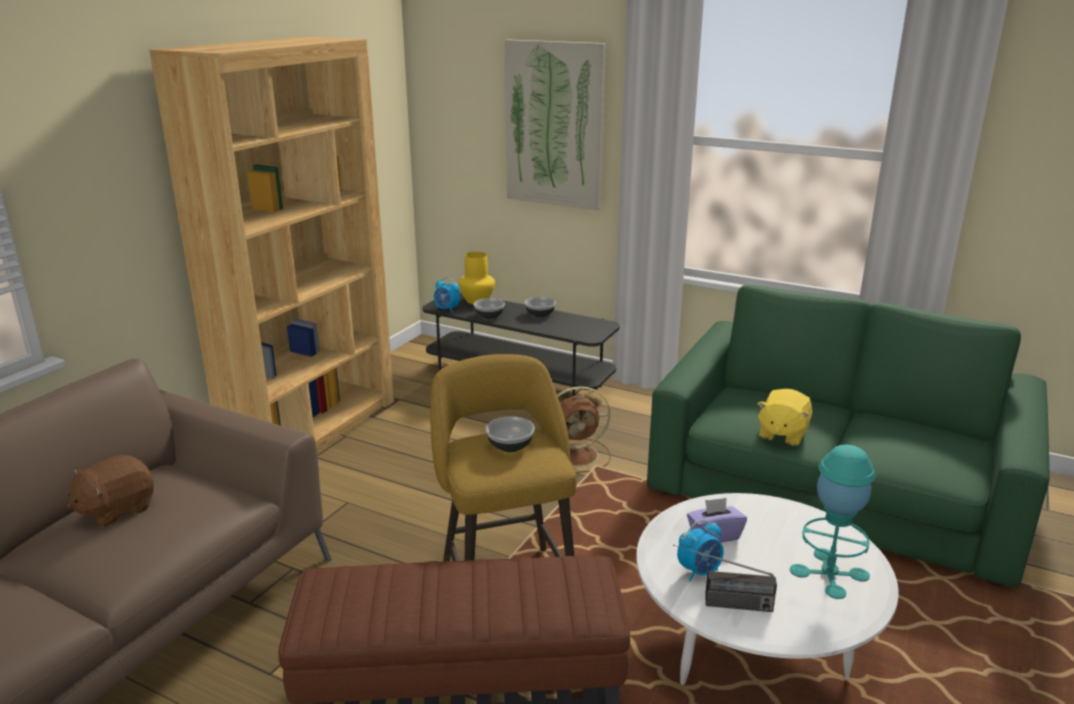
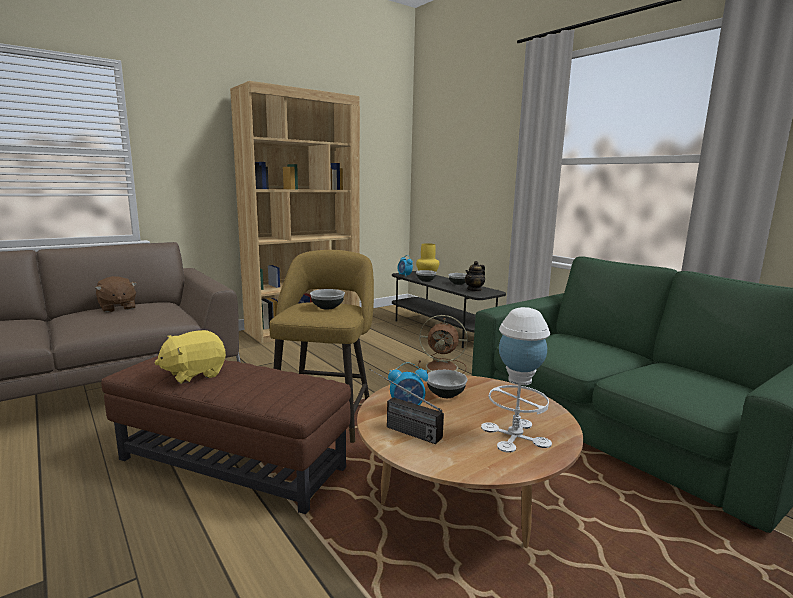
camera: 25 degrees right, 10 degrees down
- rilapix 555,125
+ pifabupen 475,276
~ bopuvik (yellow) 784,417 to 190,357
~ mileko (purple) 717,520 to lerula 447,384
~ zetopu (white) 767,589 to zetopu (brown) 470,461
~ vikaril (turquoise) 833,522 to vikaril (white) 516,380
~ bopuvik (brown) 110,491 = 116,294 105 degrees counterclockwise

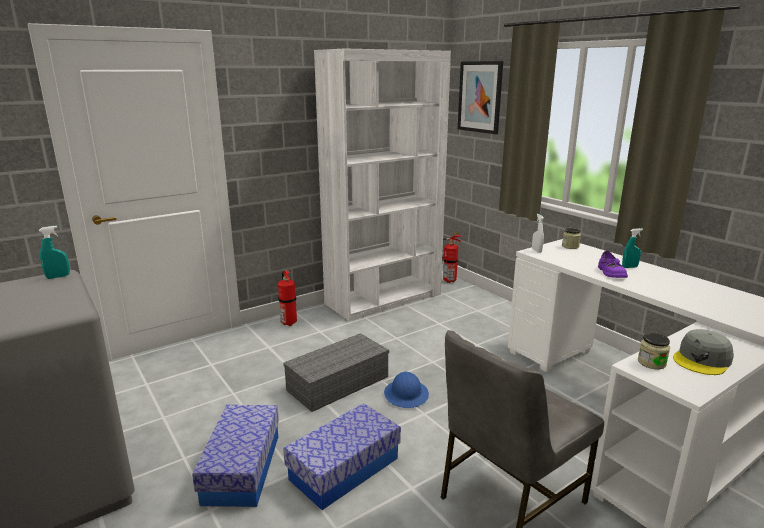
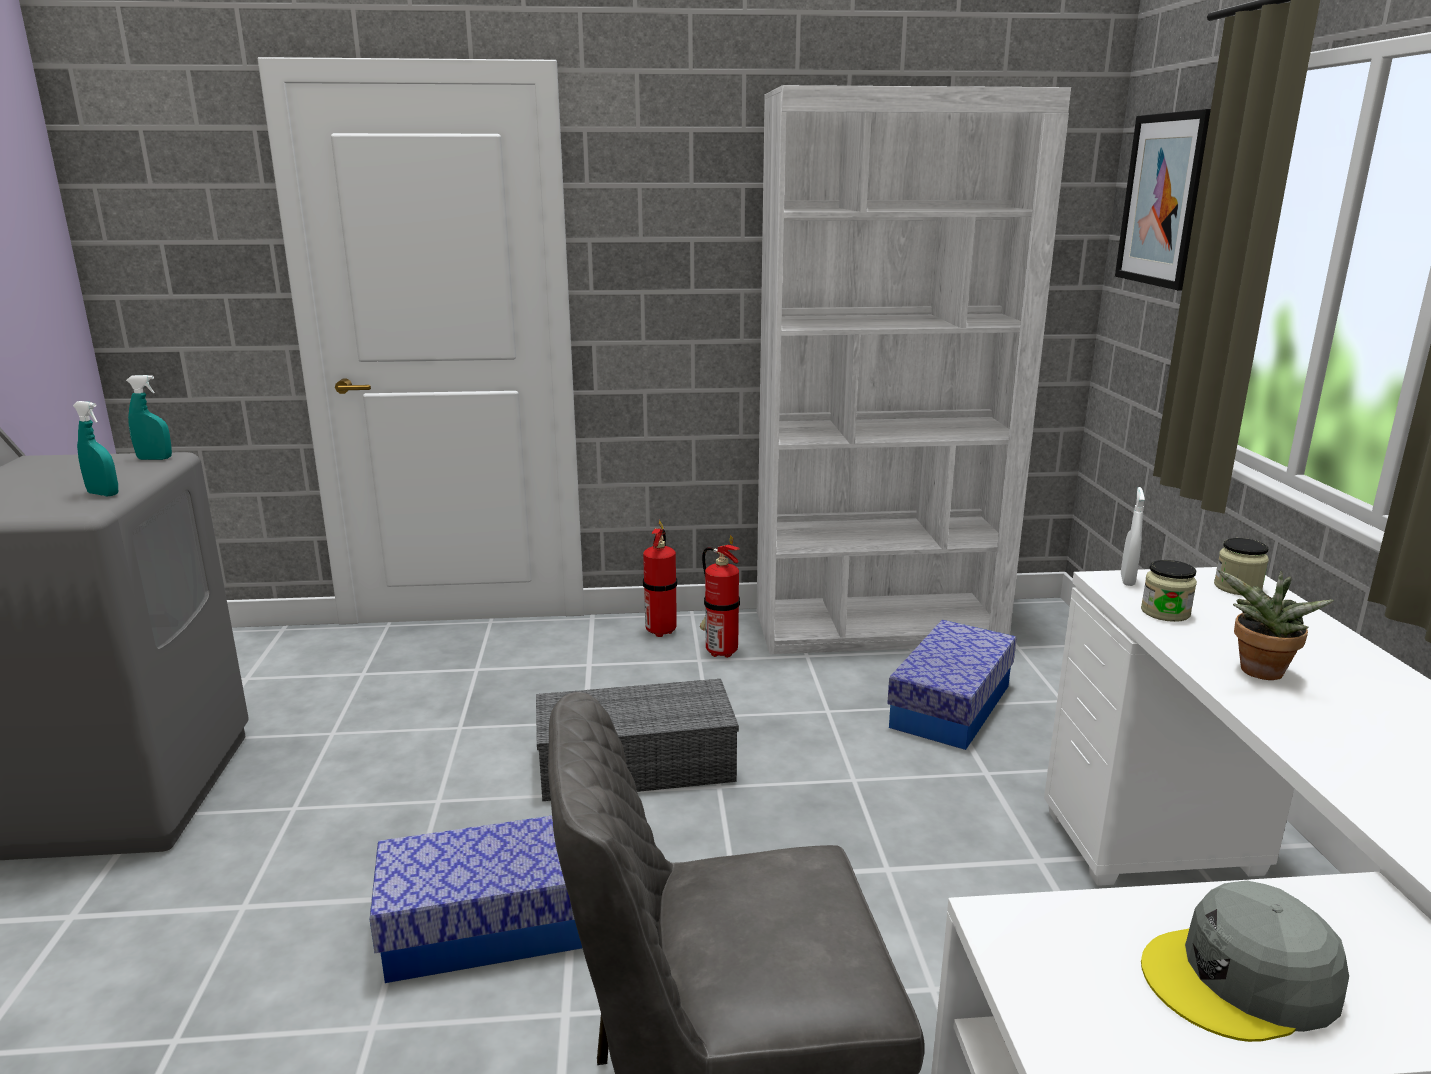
camera: 30 degrees right, 0 degrees up
- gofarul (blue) 406,390
~ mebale 235,456 to 952,685
~ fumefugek 452,257 to 720,596
~ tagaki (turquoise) 632,248 to 95,448
~ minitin 654,351 to 1169,591
~ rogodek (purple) 613,264 to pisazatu 1276,625

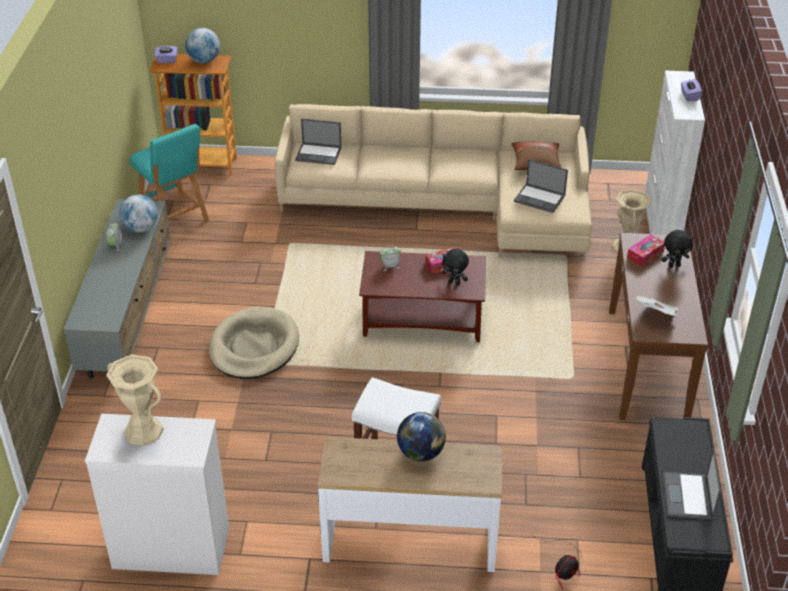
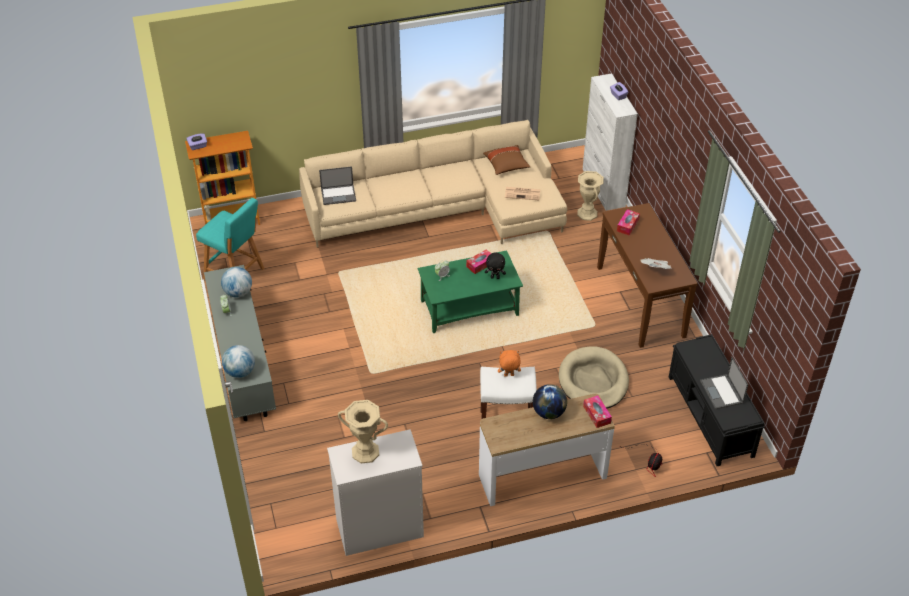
camera: 20 degrees left, 5 degrees up
- bopuvik (black) 678,249
+ bopuvik (orange) 509,363
+ mileko 597,411
~ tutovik 202,45 to 238,361
~ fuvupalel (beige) 254,343 to 594,377
~ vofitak 541,186 to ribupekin 523,193
~ zetopu (brown) 422,296 to zetopu (green) 470,291

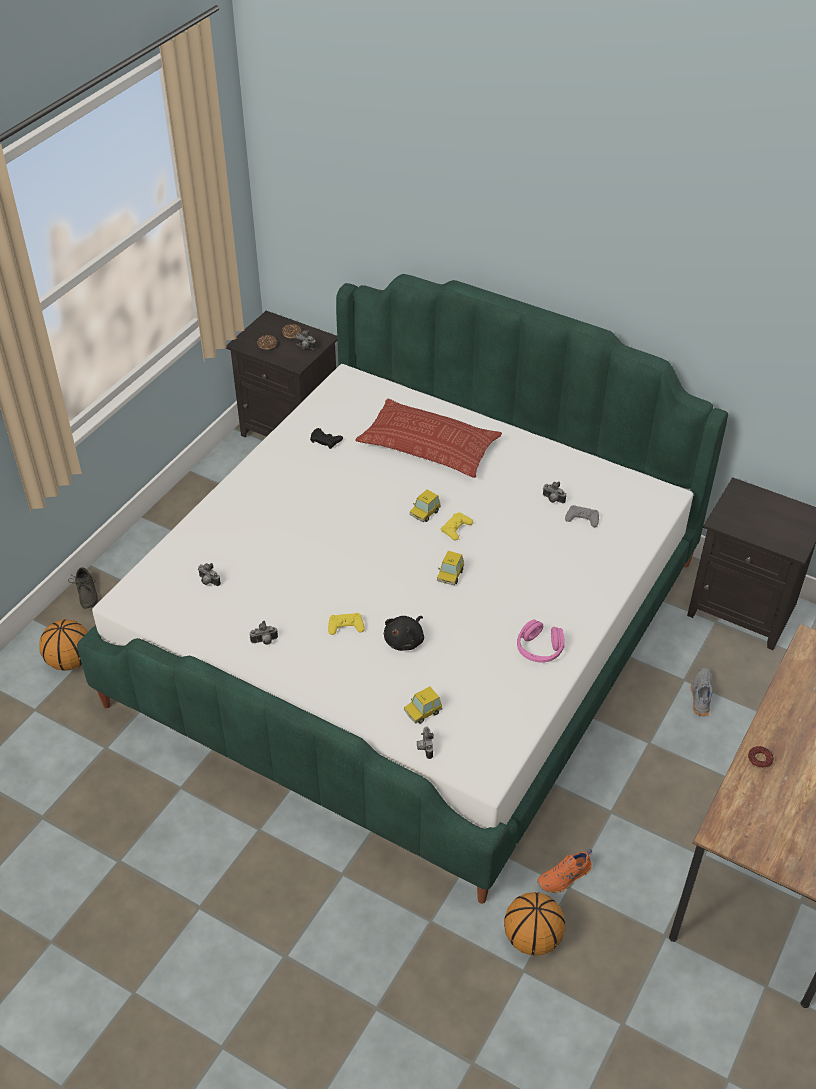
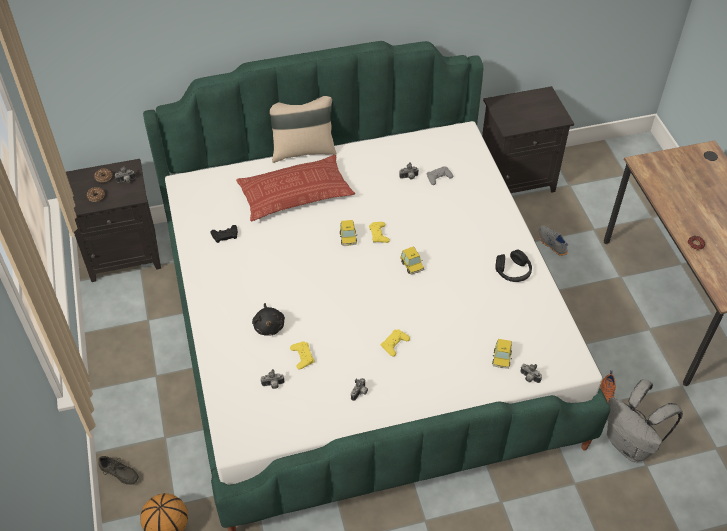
camera: 45 degrees left, 5 degrees up
+ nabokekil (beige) 303,129
+ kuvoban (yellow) 302,355
~ bopuvik (black) 404,633 to 268,319
~ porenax 534,924 to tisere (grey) 645,420
~ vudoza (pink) 541,641 to vudoza (black) 514,266

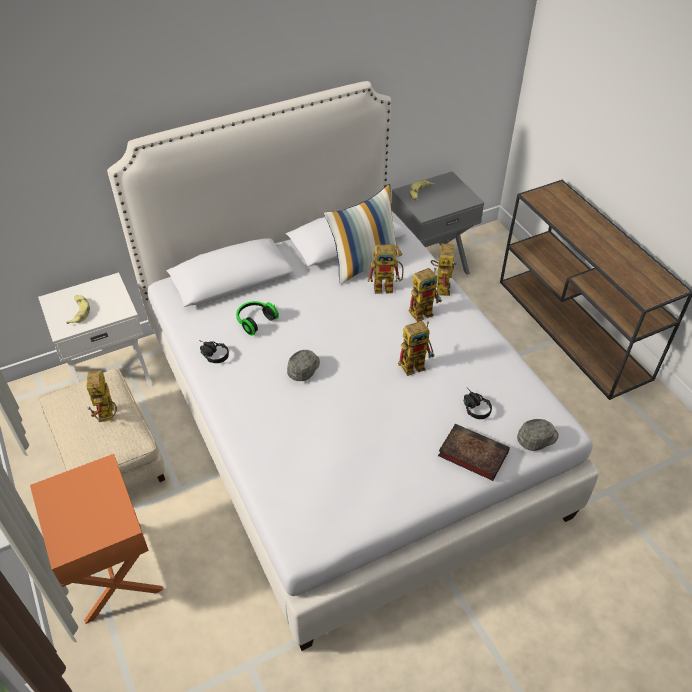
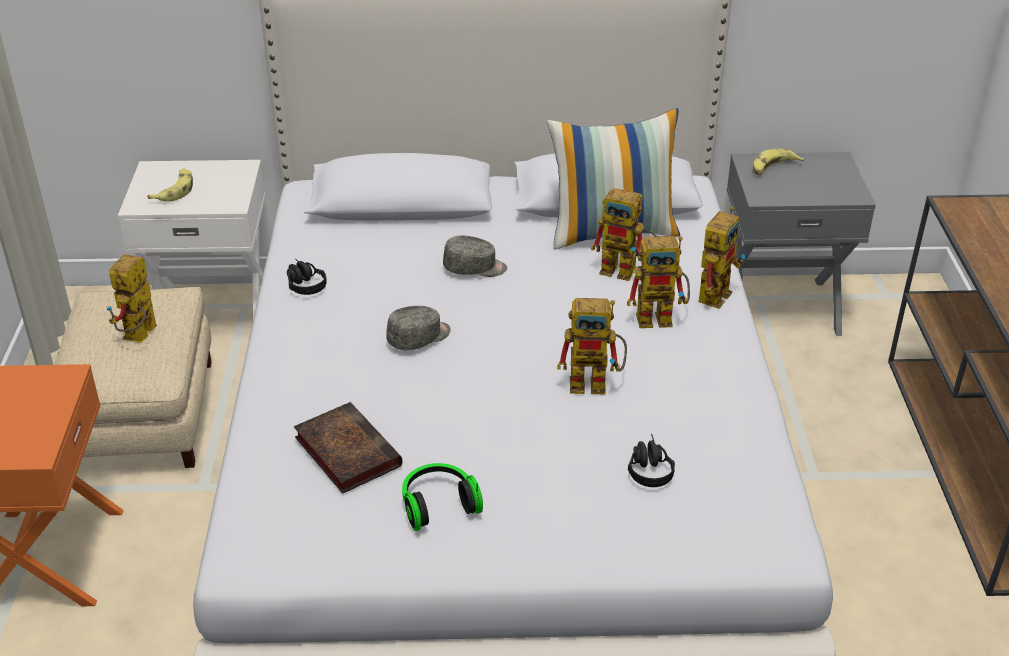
camera: 25 degrees right, 10 degrees down
~ vudoza 257,318 to 442,497
~ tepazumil 474,452 to 348,448
~ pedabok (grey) 538,435 to 475,256

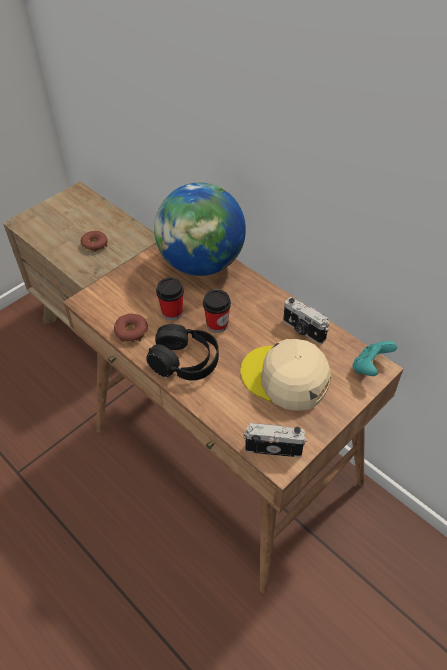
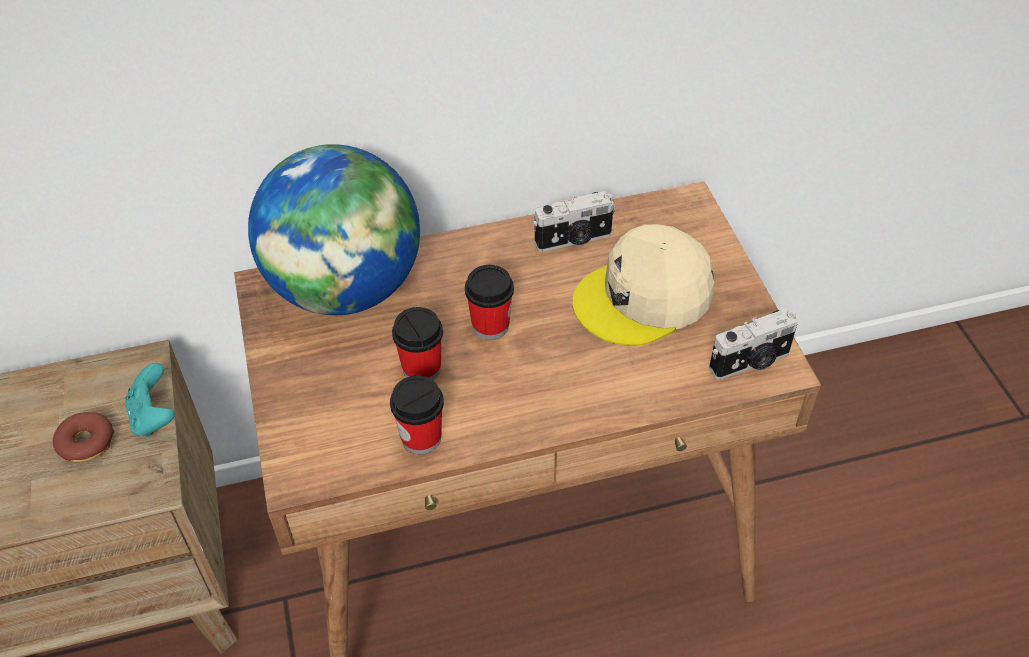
camera: 60 degrees left, 0 degrees up
- vudoza (black) 182,352
~ kuvoban (turquoise) 374,358 to 150,400
~ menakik 131,328 to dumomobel 417,415
~ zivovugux 275,440 = 753,344 150 degrees counterclockwise

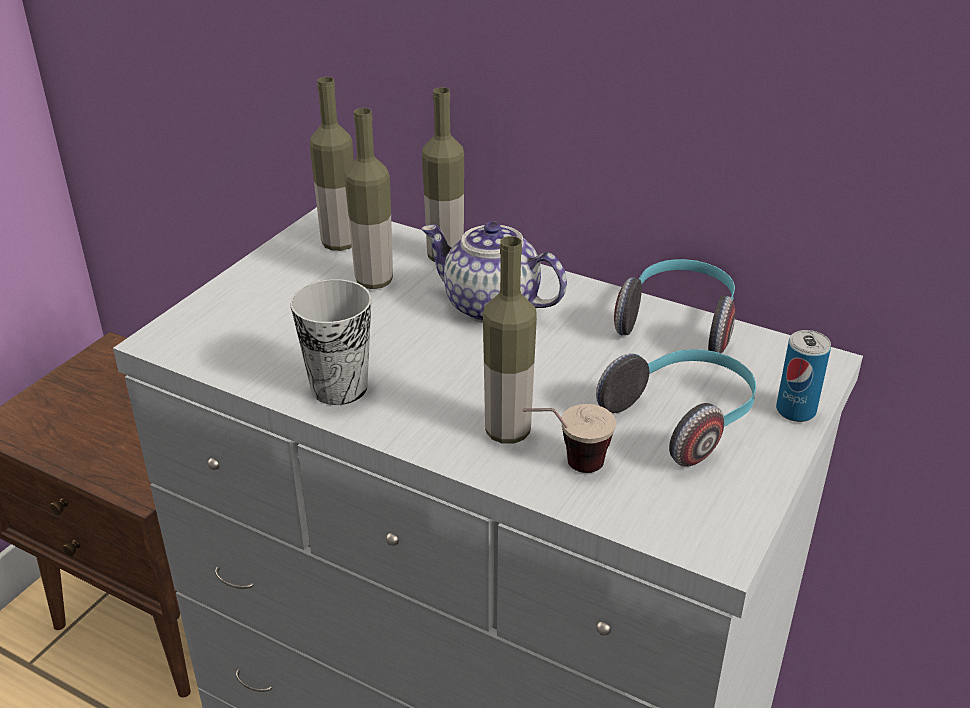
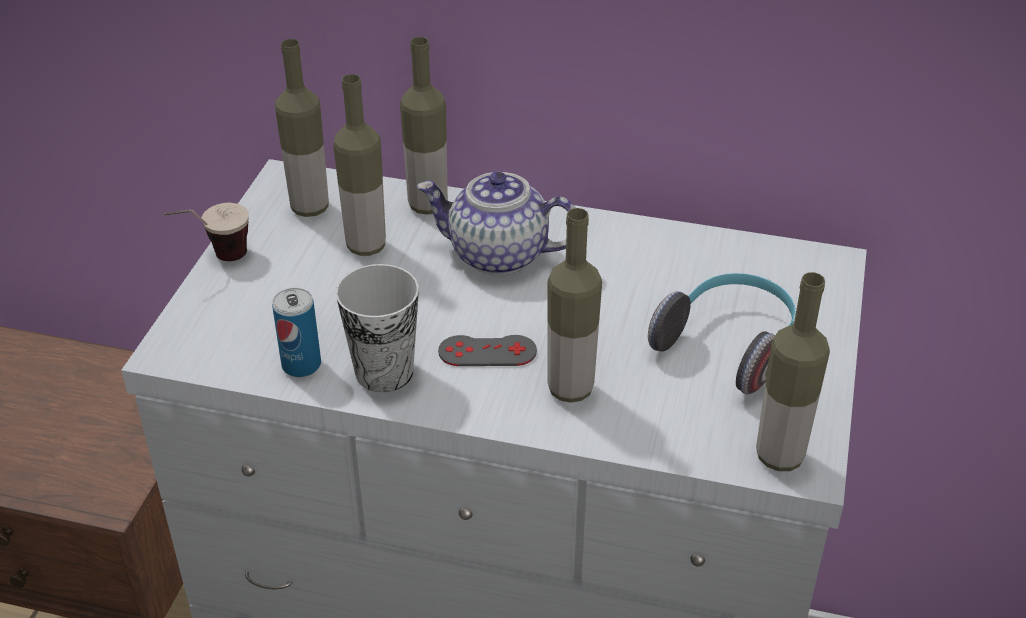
camera: 15 degrees left, 5 degrees up
- vudoza 674,306
+ kuvoban (grey) 487,350
+ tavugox 793,371
~ dumomobel 569,438 to 206,232
~ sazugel 803,376 to 296,332

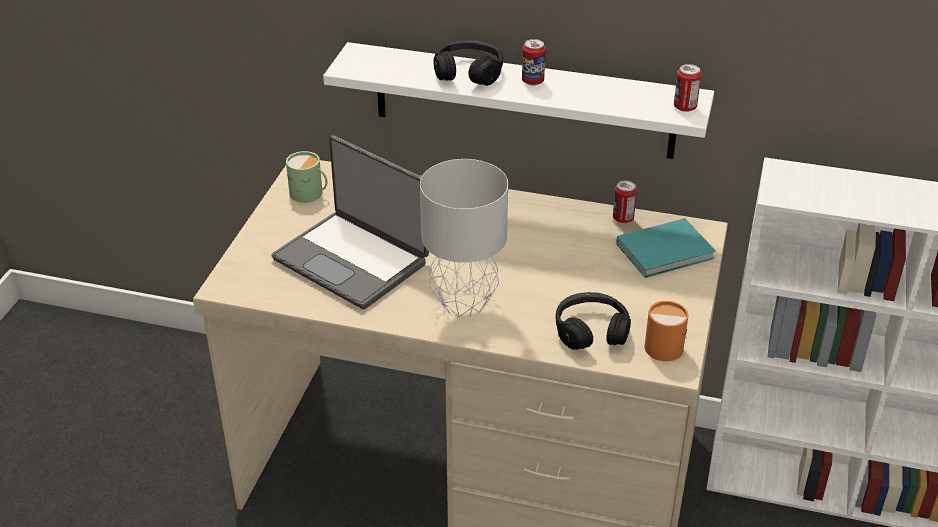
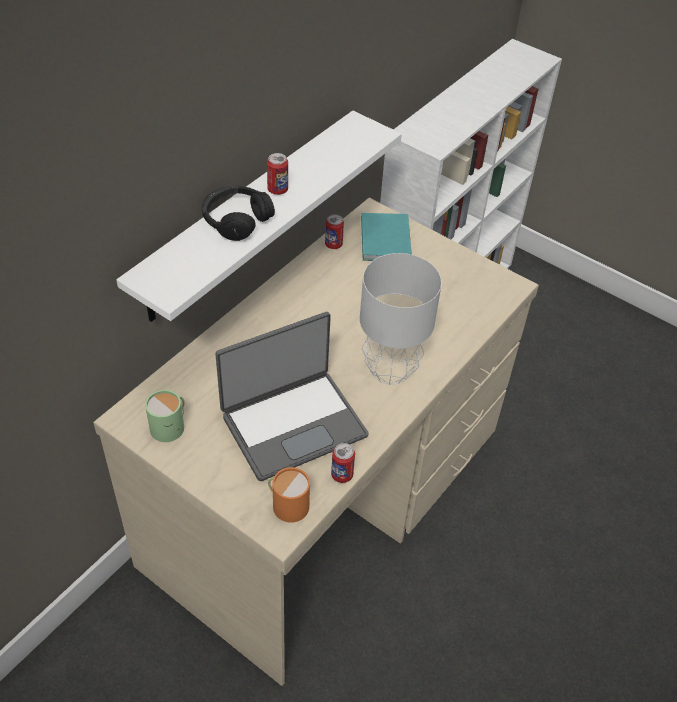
camera: 70 degrees left, 10 degrees up
- vudoza (black) 593,321
~ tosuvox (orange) 666,331 to 289,495
~ sazugel 687,88 to 343,463

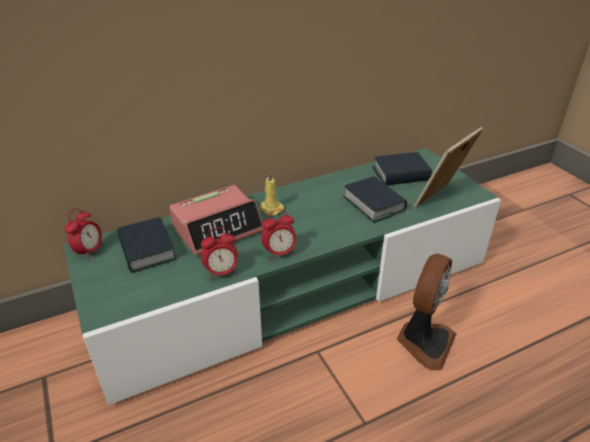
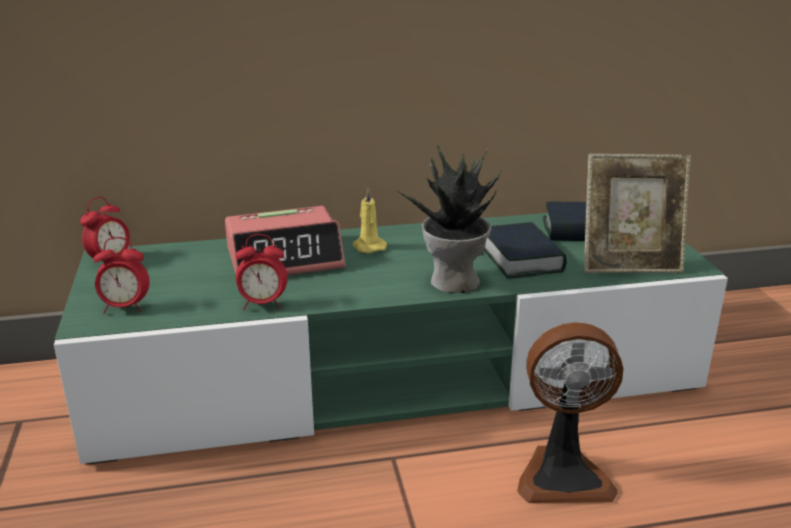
camera: 15 degrees right, 10 degrees down
- tepazumil 146,245
+ pisazatu 449,218
~ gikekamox 278,234 to 121,275
~ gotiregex 426,312 = 570,412 45 degrees clockwise
~ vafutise 448,167 = 637,213 150 degrees counterclockwise

